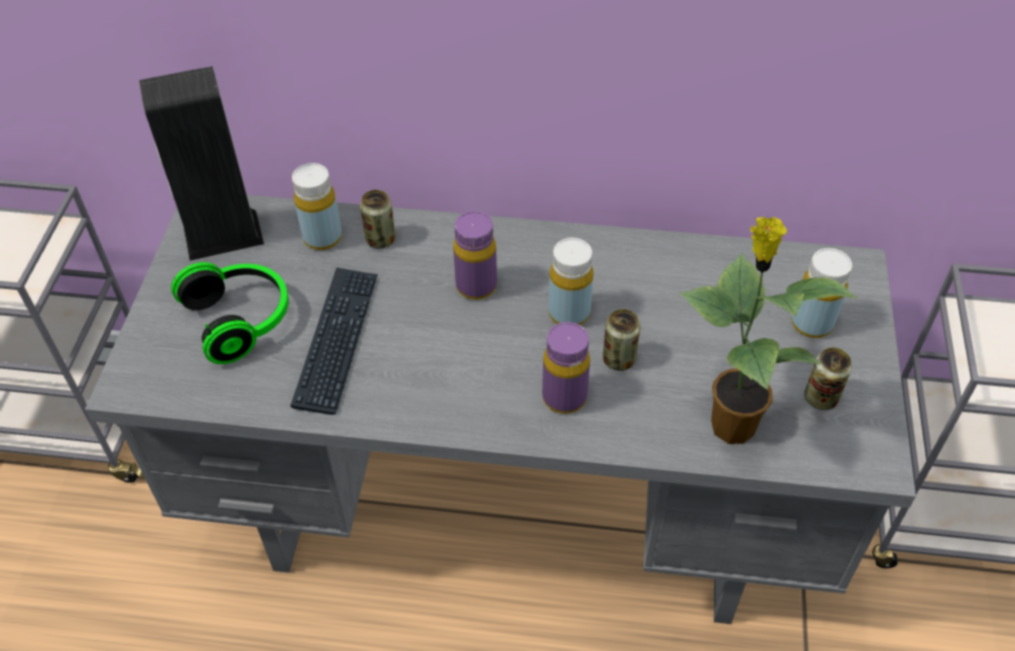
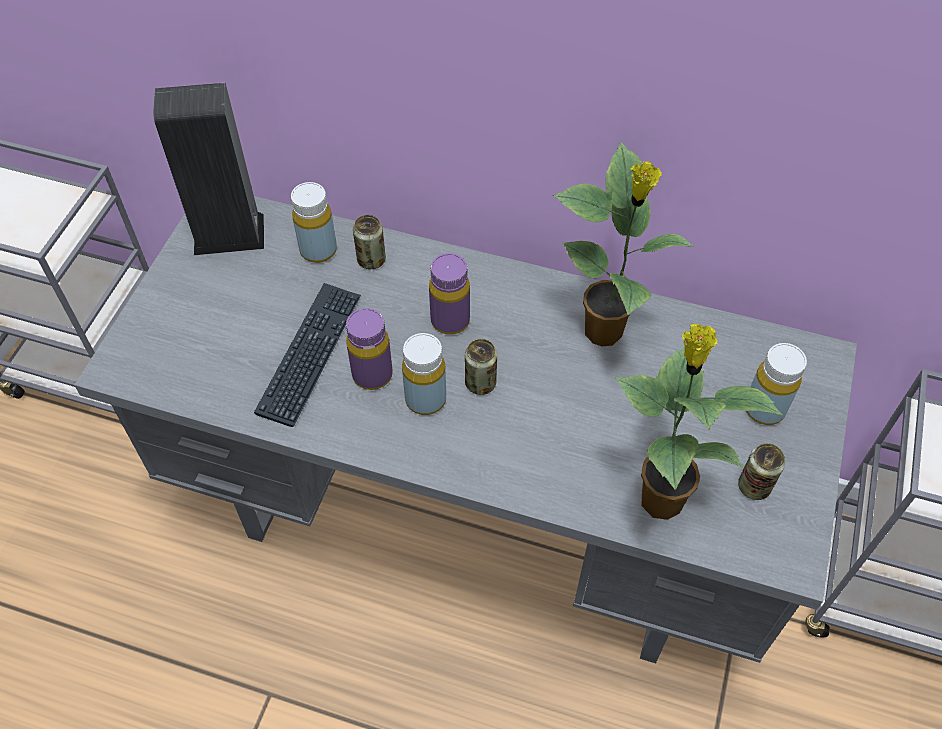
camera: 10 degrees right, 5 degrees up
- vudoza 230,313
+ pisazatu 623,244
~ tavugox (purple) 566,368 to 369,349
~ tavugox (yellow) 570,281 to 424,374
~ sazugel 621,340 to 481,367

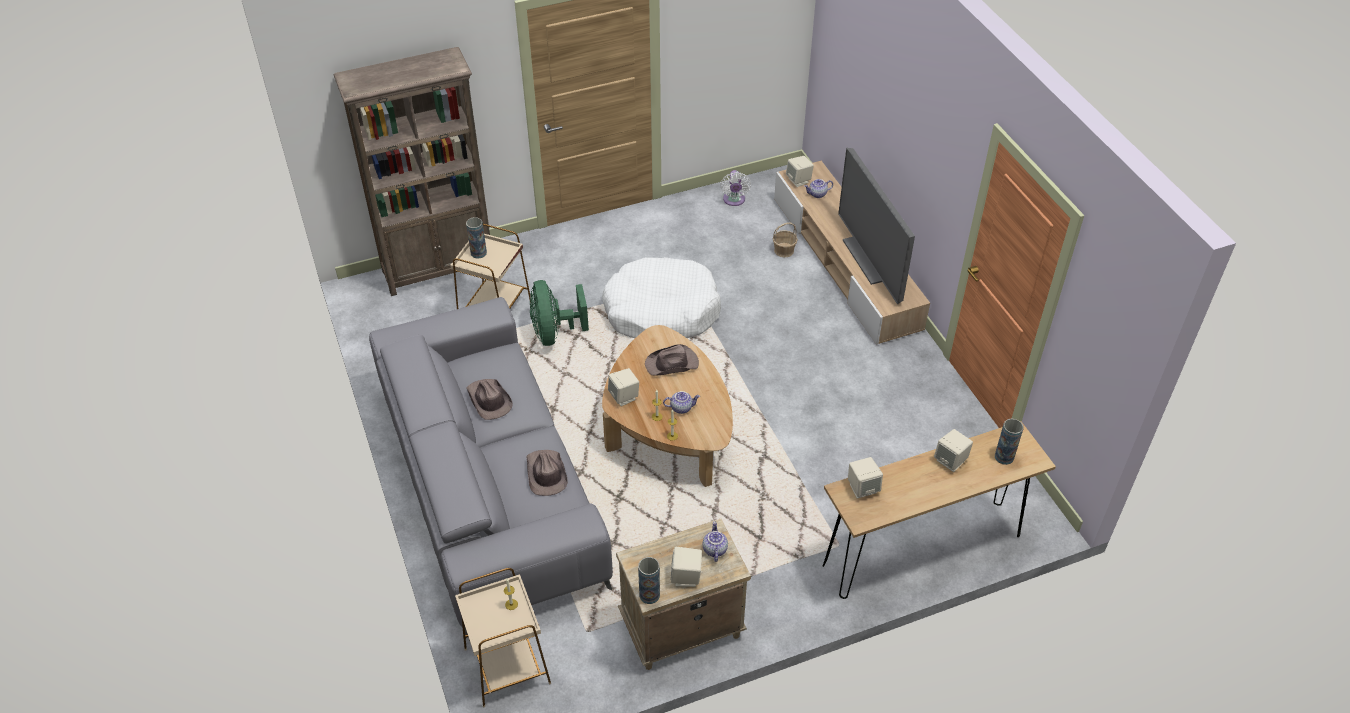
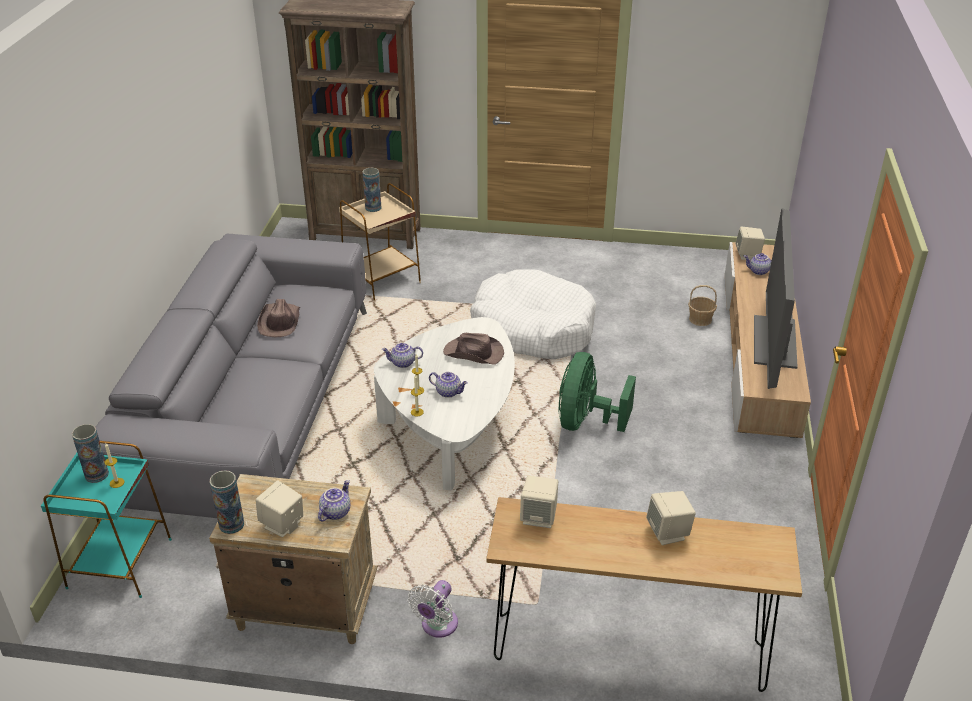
camera: 30 degrees right, 10 degrees down
- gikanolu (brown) 547,473
~ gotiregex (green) 559,313 to 597,392
~ gotiregex (white) 735,188 to 433,609
~ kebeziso 1009,442 to 90,453
~ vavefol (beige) 623,387 to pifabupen 402,355
~ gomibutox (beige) 503,638 to gomibutox (turquoise) 106,519
~ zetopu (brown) 667,406 to zetopu (white) 444,403

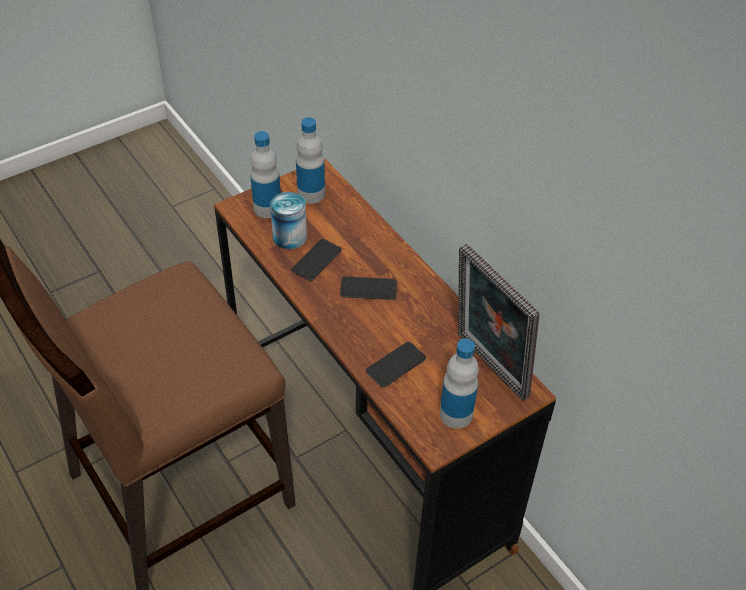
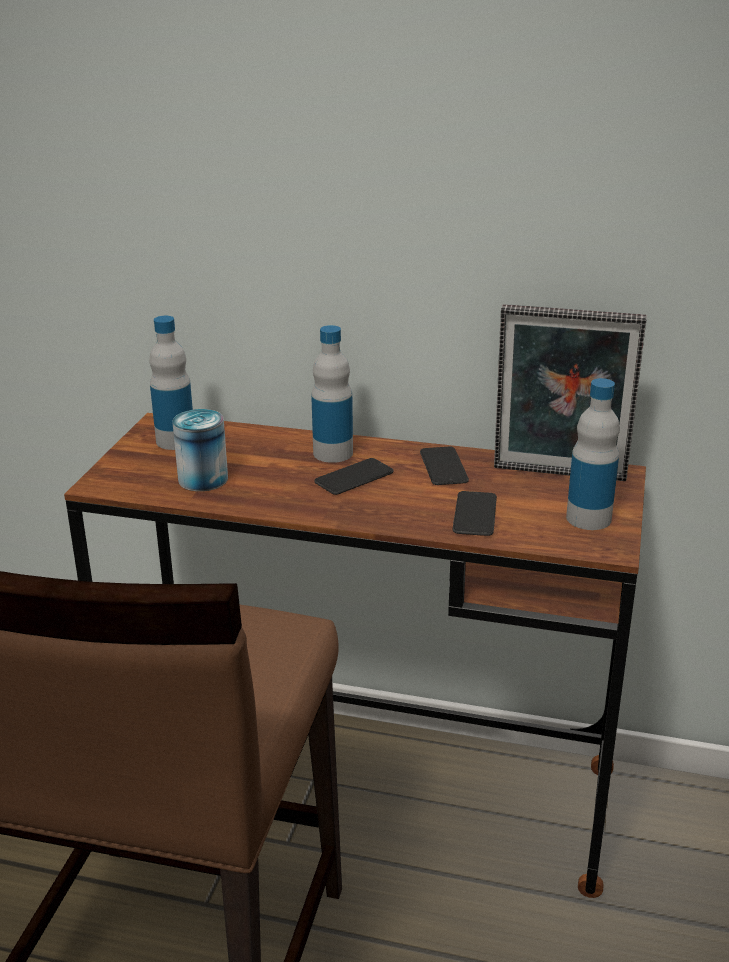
camera: 40 degrees left, 20 degrees down
~ tavugox 265,174 to 332,394
~ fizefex 316,260 to 444,466

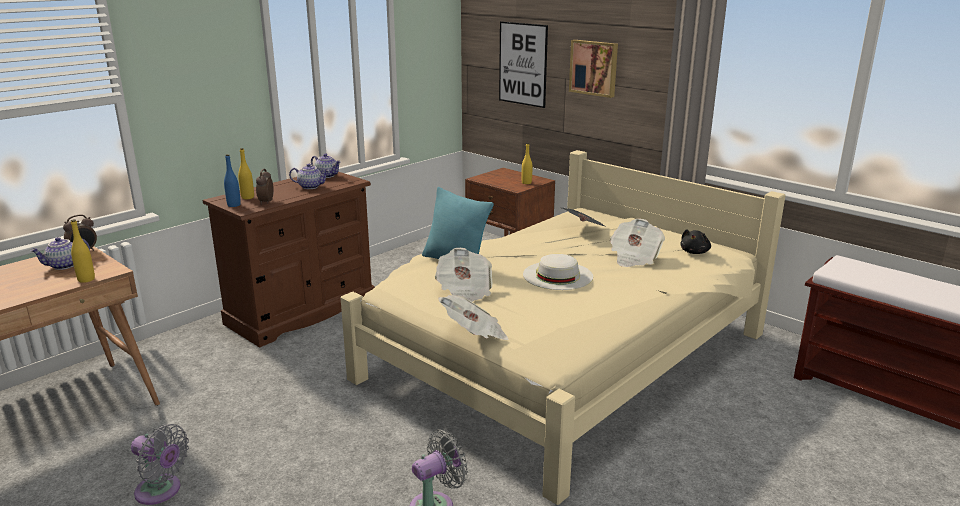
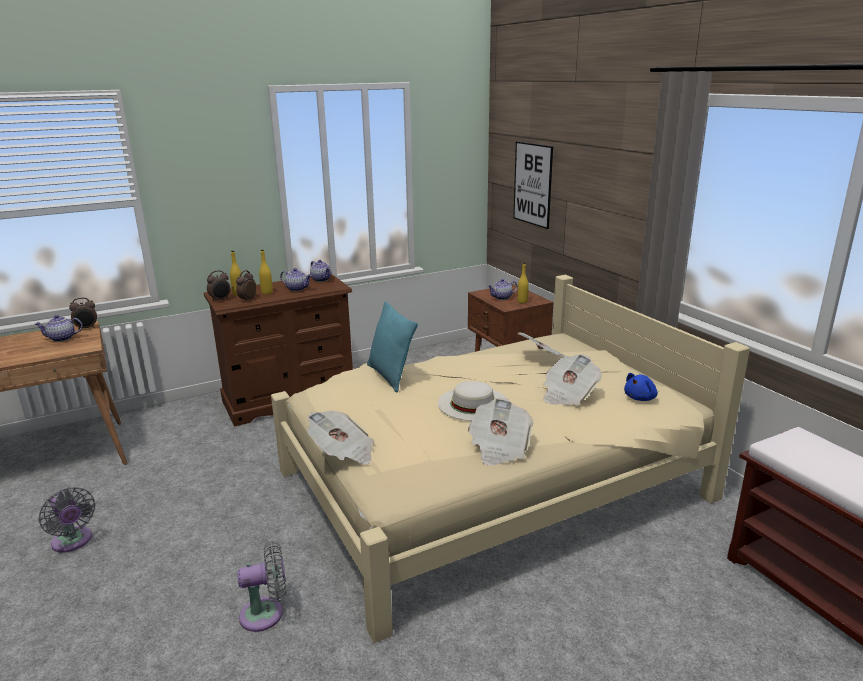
camera: 20 degrees right, 0 degrees up
- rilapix 593,69
+ pifabupen 503,289
~ tavugox (yellow) 83,251 to 266,272
~ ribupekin 464,275 to 501,431
~ tavugox (blue) 232,180 to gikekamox 219,286
~ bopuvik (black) 696,241 to bopuvik (blue) 641,387

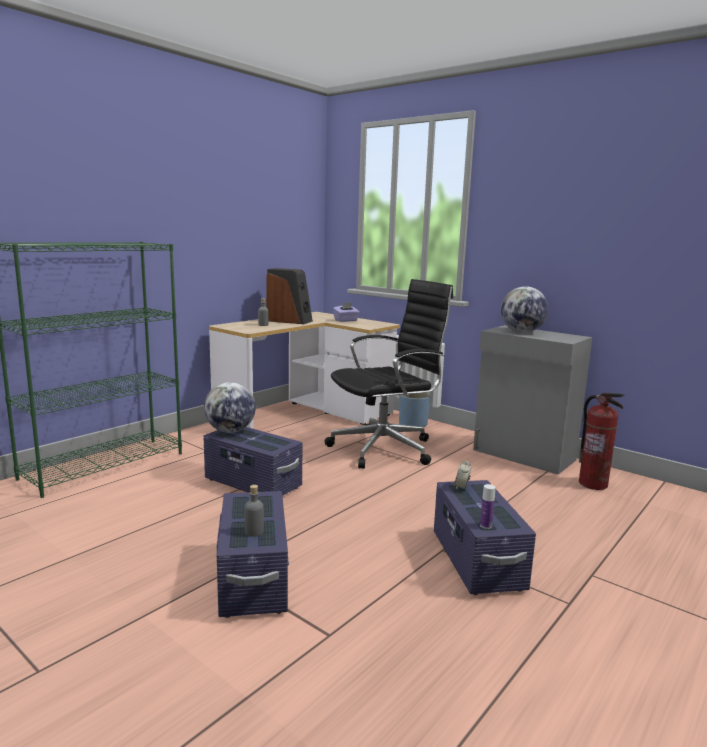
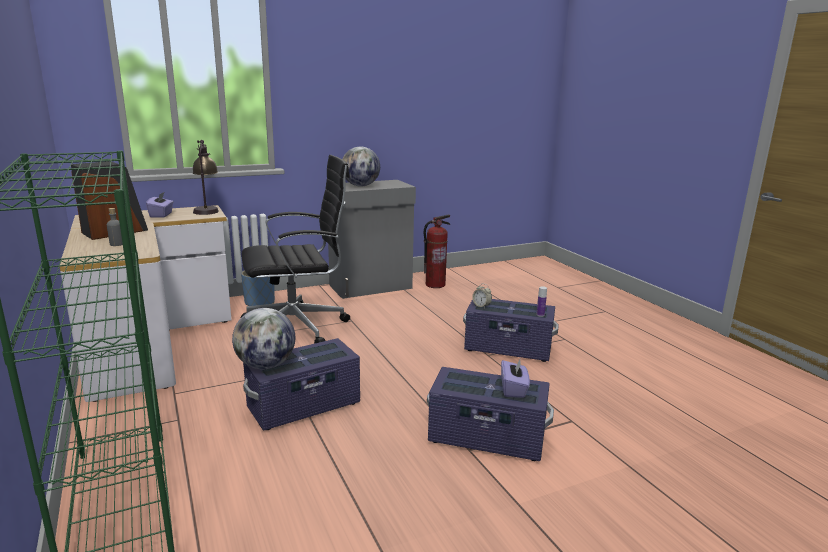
camera: 65 degrees left, 5 degrees up
+ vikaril 205,177
~ tavugox (grey) 254,511 to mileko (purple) 515,378
~ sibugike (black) 388,374 = 295,249 75 degrees clockwise

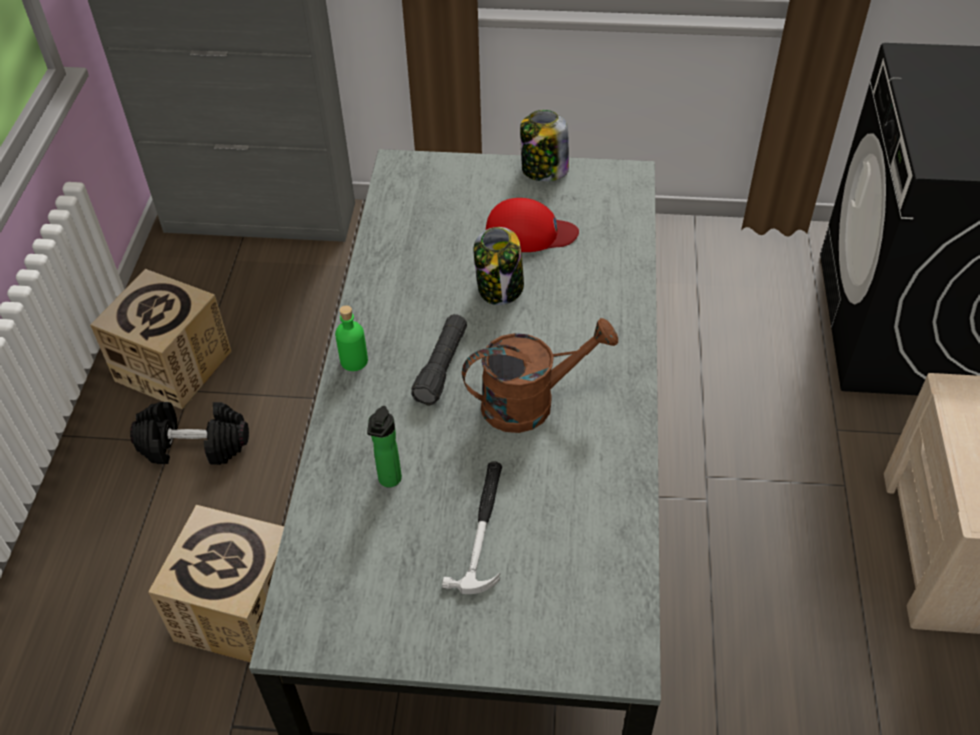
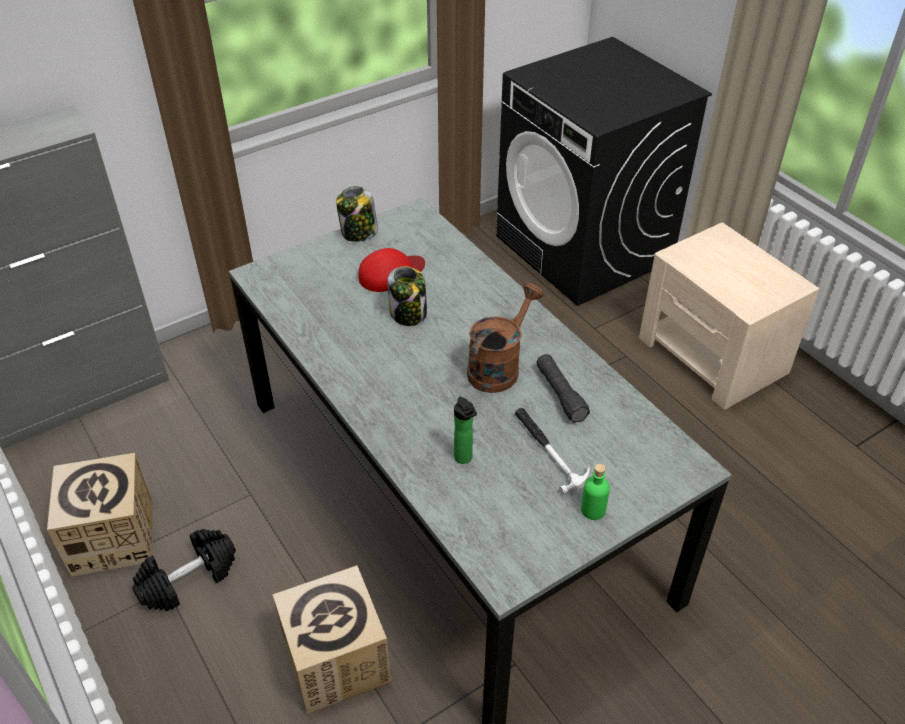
camera: 40 degrees left, 5 degrees down
~ tavugox (green) 351,338 to 595,492
~ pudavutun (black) 439,360 to 563,388

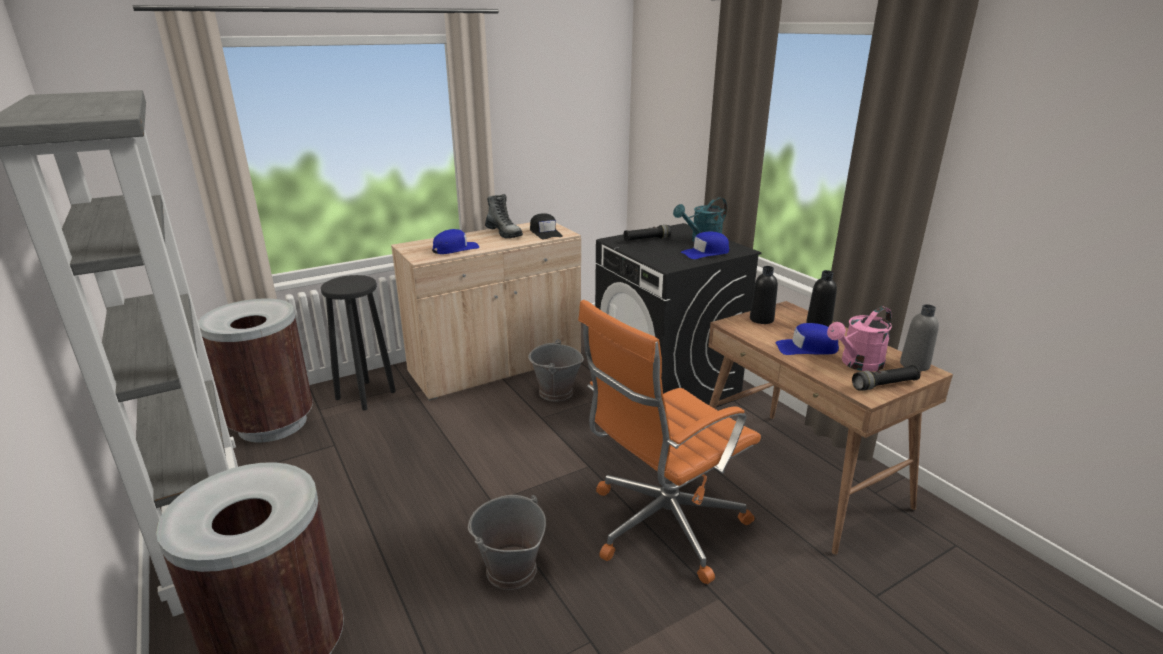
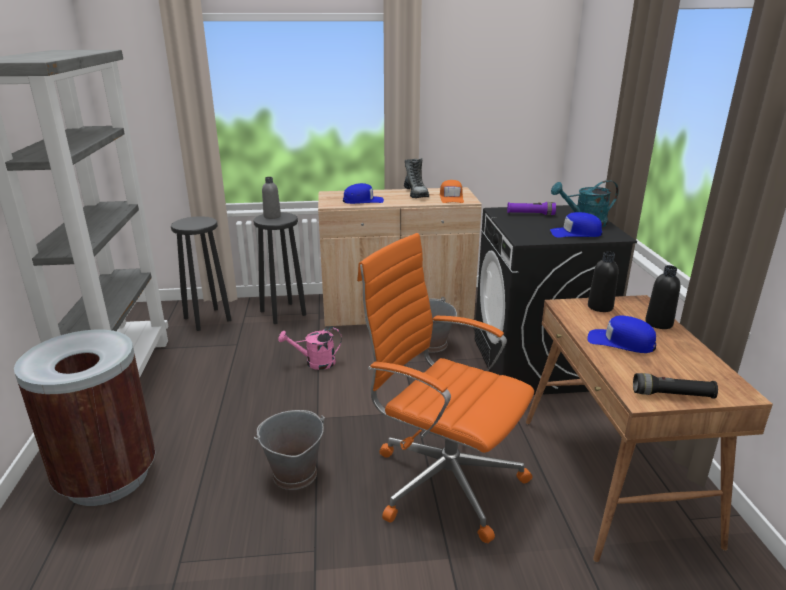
camera: 25 degrees right, 0 degrees up
~ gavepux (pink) 859,339 to 310,349
~ tavugox (grey) 919,337 to 271,198
~ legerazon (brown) 255,370 to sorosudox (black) 201,273
~ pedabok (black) 546,226 to pedabok (orange) 452,191
~ pudavutun (black) 647,233 to pudavutun (purple) 531,208
~ sibugike (orange) 669,442 = 445,388 45 degrees clockwise

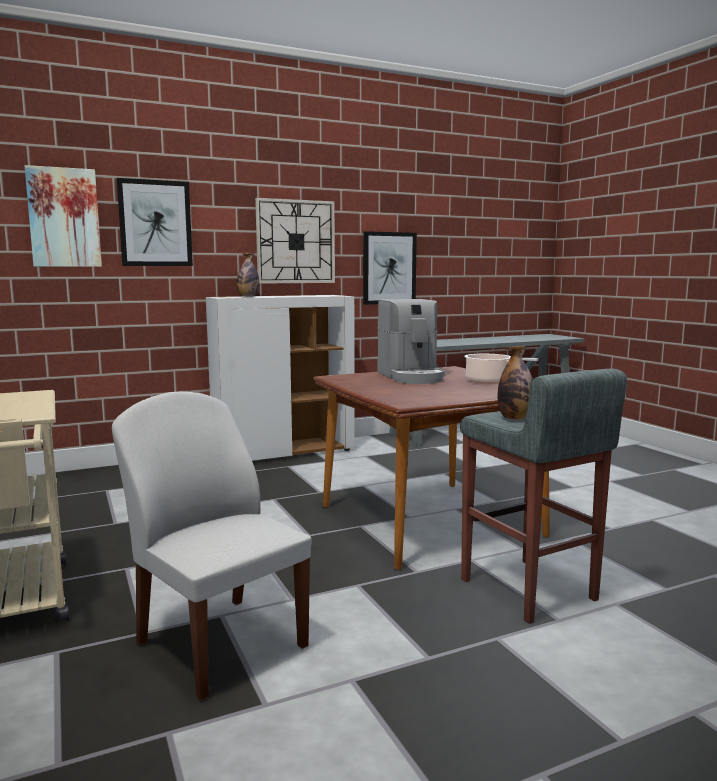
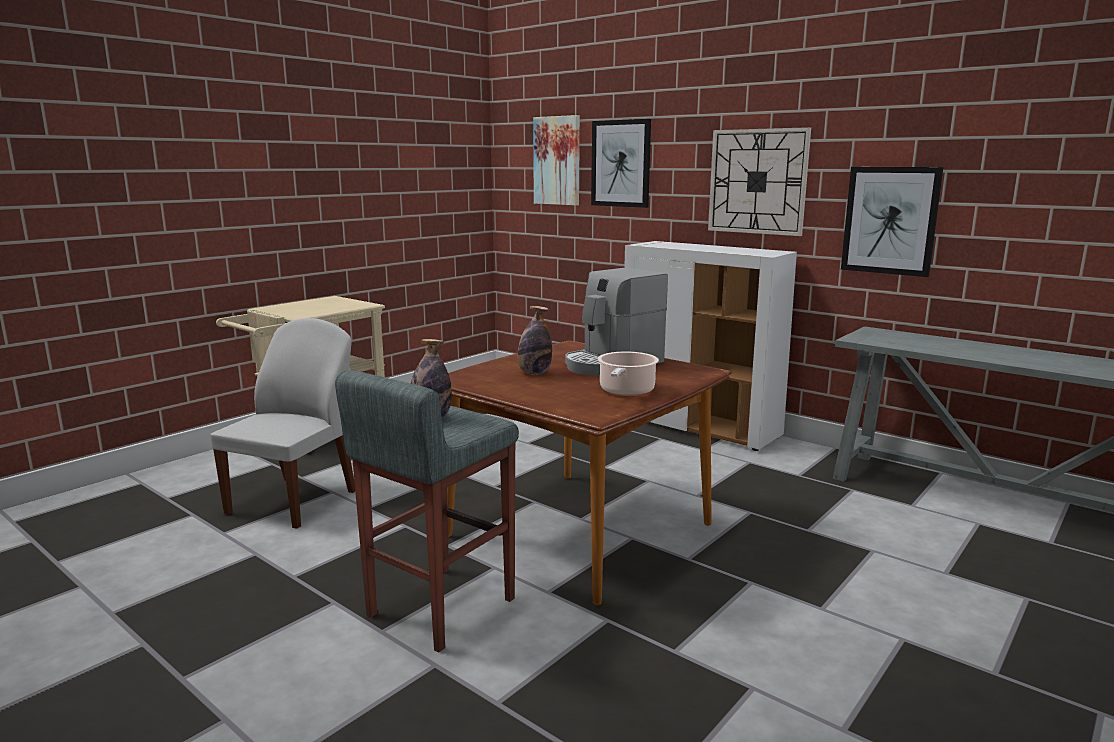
camera: 65 degrees right, 5 degrees up
~ tavugox 248,275 to 534,340

